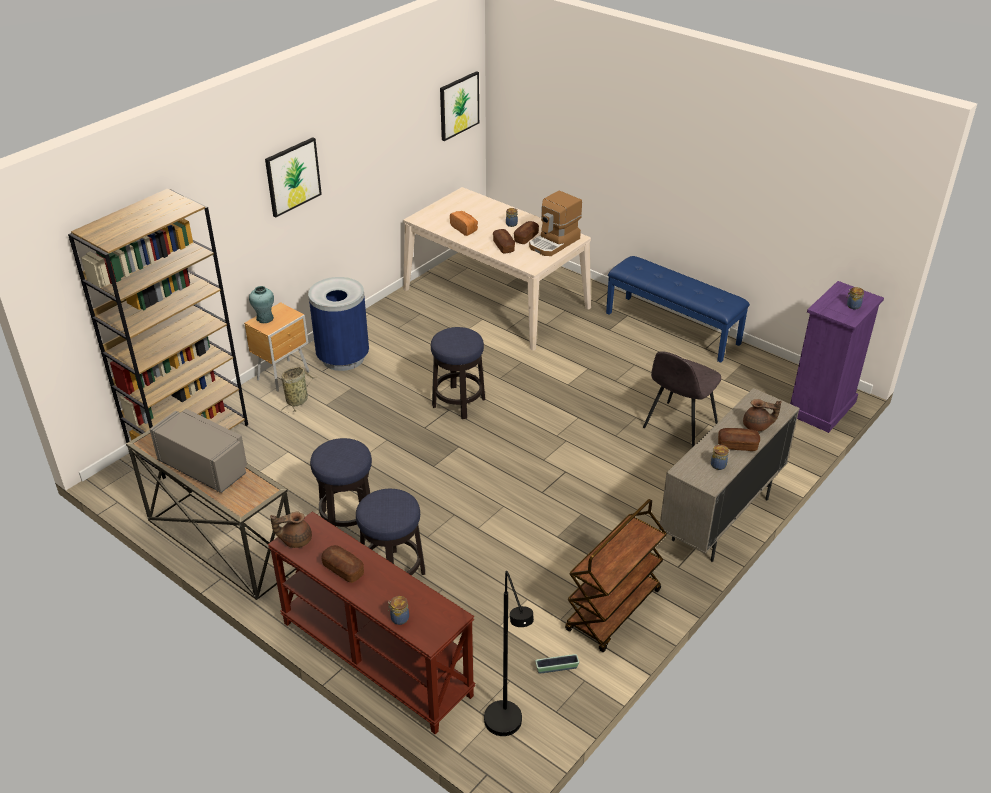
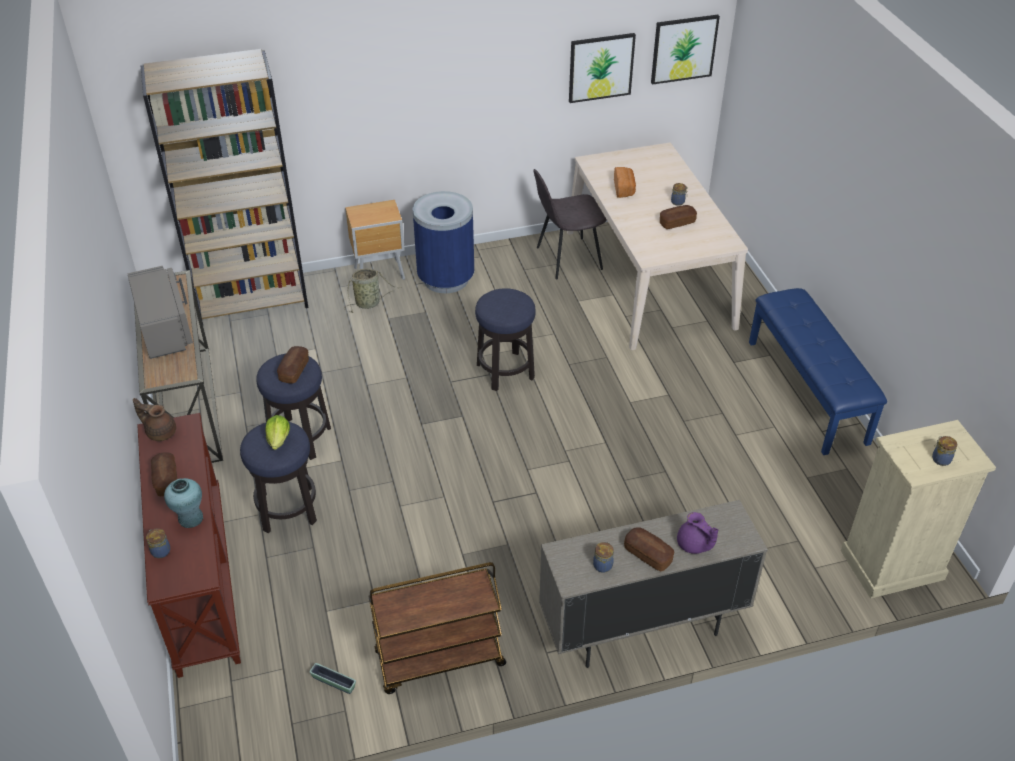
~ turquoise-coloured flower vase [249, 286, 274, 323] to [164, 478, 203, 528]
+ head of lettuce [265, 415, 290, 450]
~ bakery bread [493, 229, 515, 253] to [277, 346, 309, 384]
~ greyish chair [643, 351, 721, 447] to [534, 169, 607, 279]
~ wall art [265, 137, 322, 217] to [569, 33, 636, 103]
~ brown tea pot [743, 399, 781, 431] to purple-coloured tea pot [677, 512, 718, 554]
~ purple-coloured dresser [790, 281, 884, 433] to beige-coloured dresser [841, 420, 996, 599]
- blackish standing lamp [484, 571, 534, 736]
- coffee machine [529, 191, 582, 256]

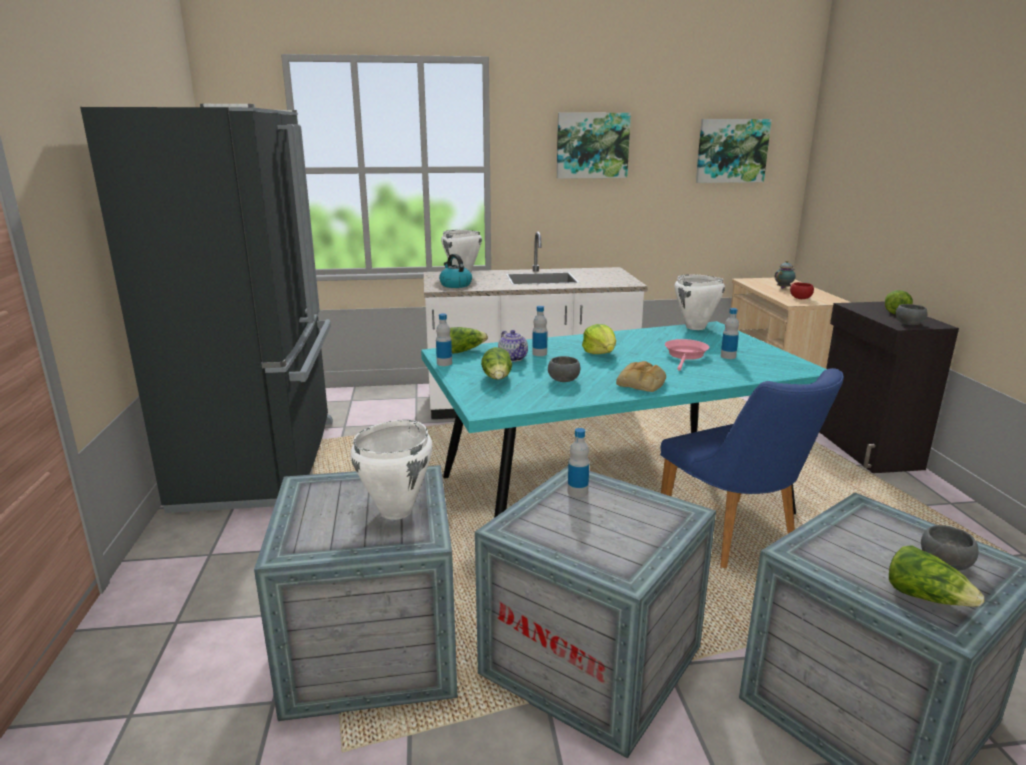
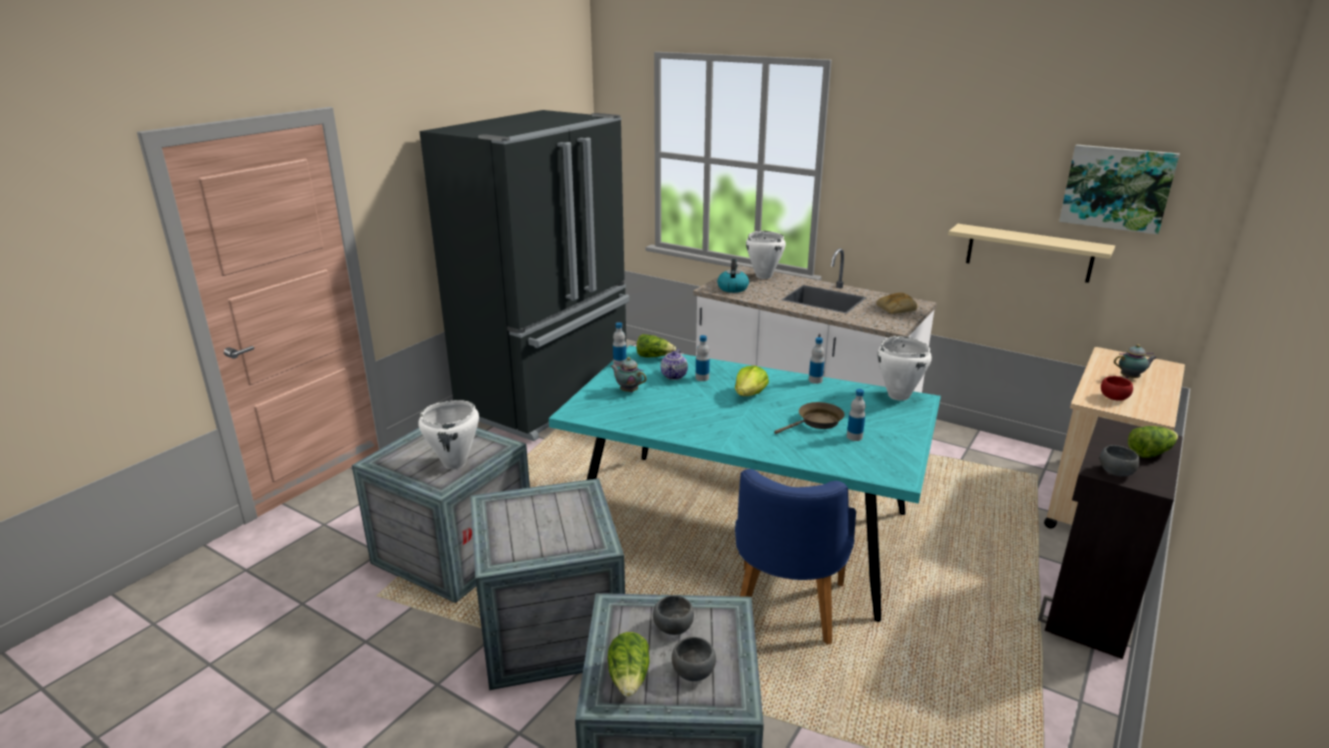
~ head of lettuce [481, 347, 512, 380] to tea pot [611, 357, 647, 392]
~ greyish bowl [548, 356, 580, 382] to [653, 596, 694, 635]
~ pinkish skillet [665, 339, 710, 371] to brown skillet [774, 402, 845, 434]
~ drink bottle [568, 428, 589, 498] to [809, 337, 825, 384]
~ bakery bread [616, 361, 666, 392] to [876, 293, 918, 314]
+ beige-coloured bracket shelf [948, 224, 1115, 283]
- wall art [557, 113, 631, 179]

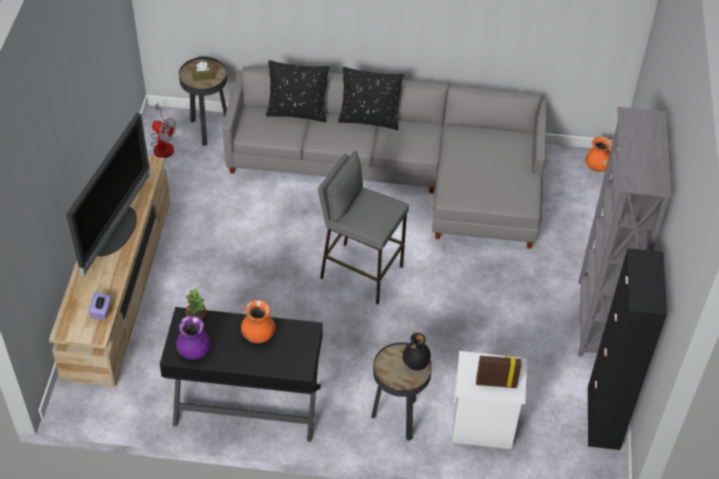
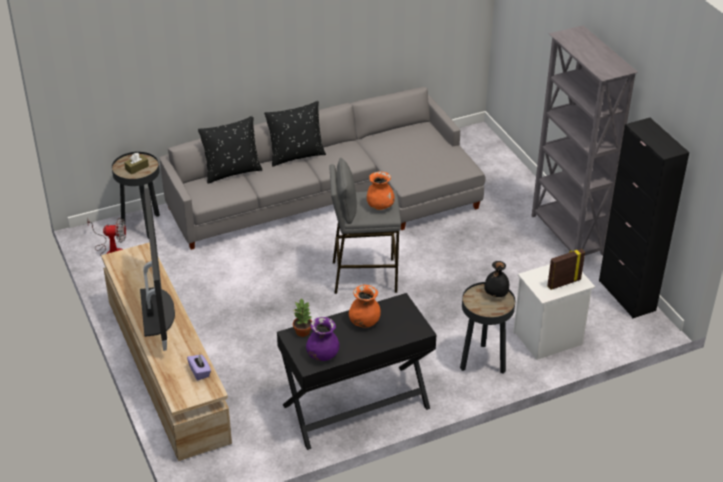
~ orange-coloured flower vase [586, 136, 613, 172] to [367, 171, 395, 210]

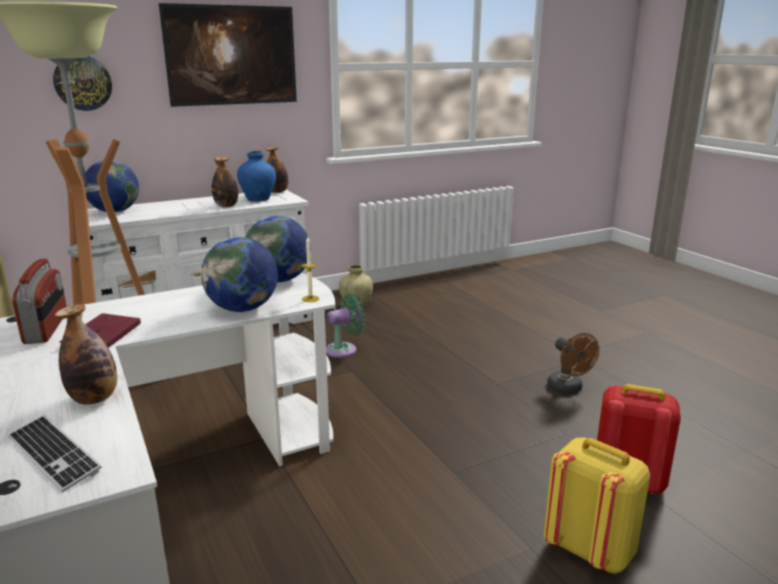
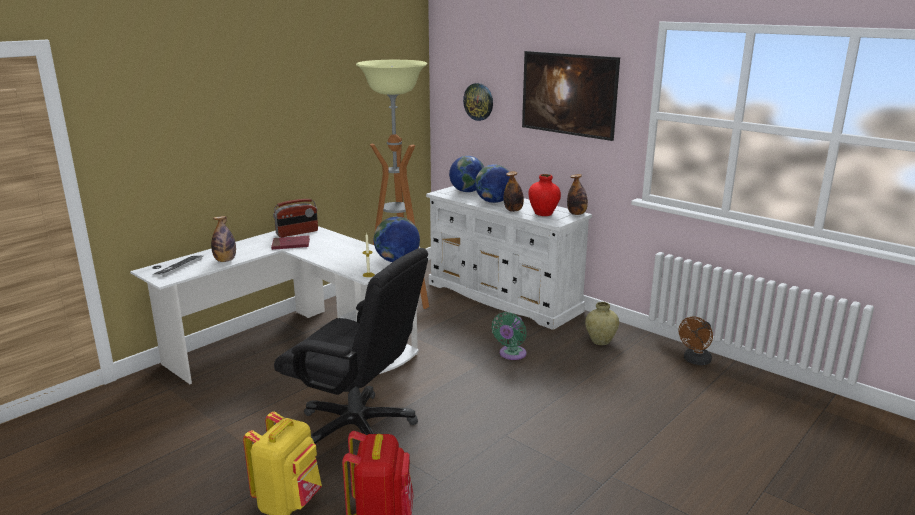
+ blackish desk chair [274, 248, 428, 444]
~ world globe [201, 237, 278, 312] to [475, 164, 510, 203]
~ greenish electric fan [326, 293, 365, 358] = [492, 312, 527, 360] 75 degrees clockwise
~ bluish flower vase [237, 151, 276, 202] to reddish flower vase [528, 174, 561, 216]
~ brown electric fan [547, 333, 600, 394] to [679, 316, 713, 365]

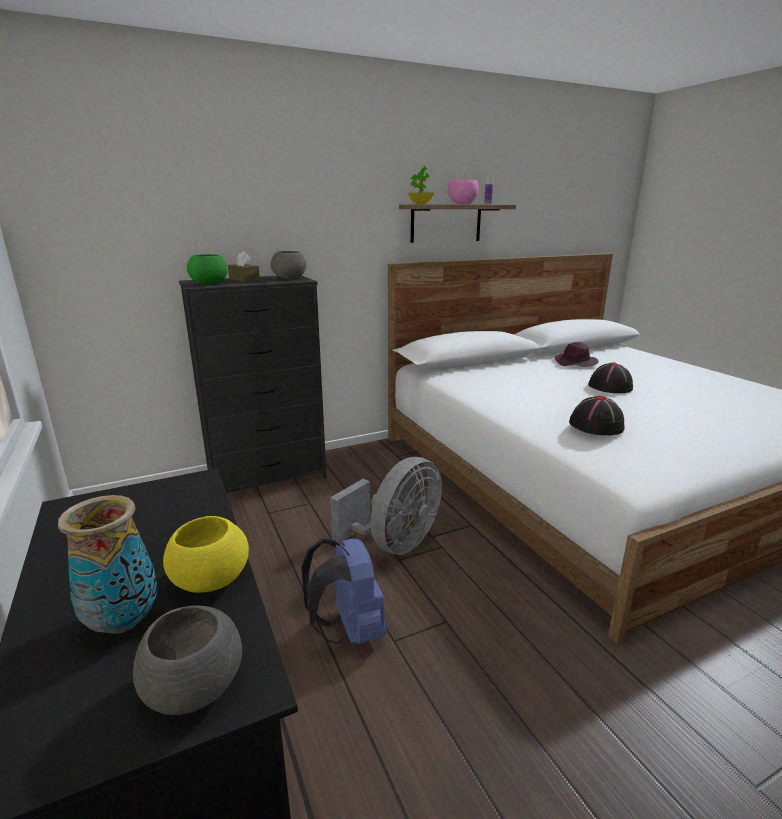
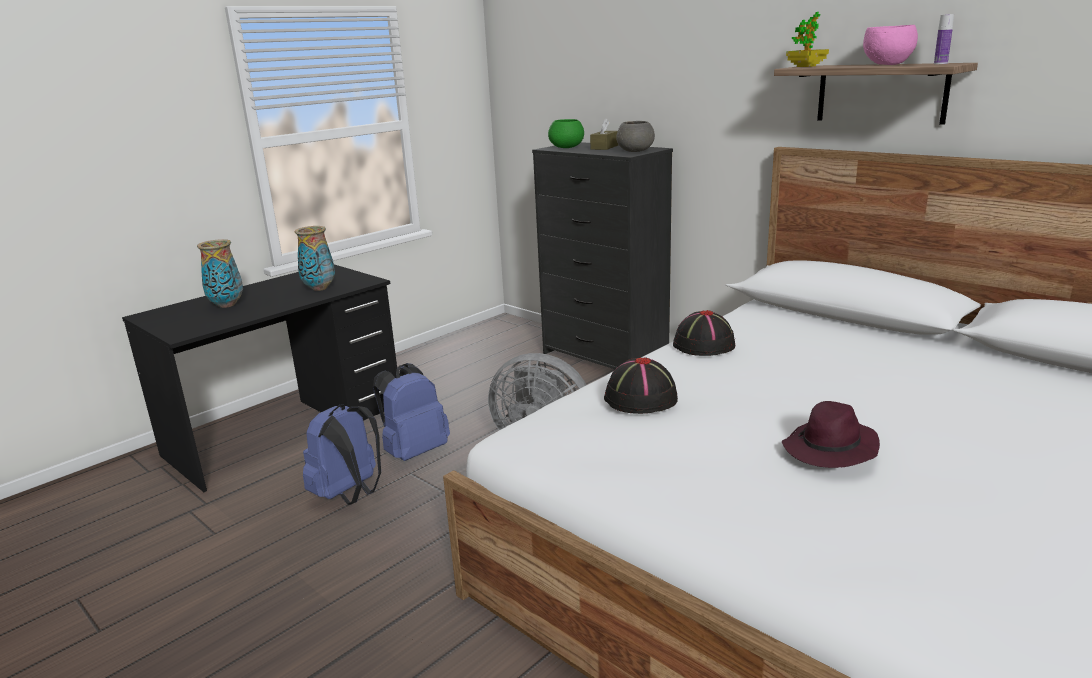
+ flower vase [295, 226, 335, 291]
+ bluish rucksack [303, 405, 381, 505]
~ blackish hat [588, 363, 633, 393] to [673, 310, 735, 356]
~ purple-coloured hat [554, 342, 598, 366] to [782, 401, 880, 468]
- greyish bowl [133, 605, 242, 715]
- yellow bowl [163, 516, 249, 593]

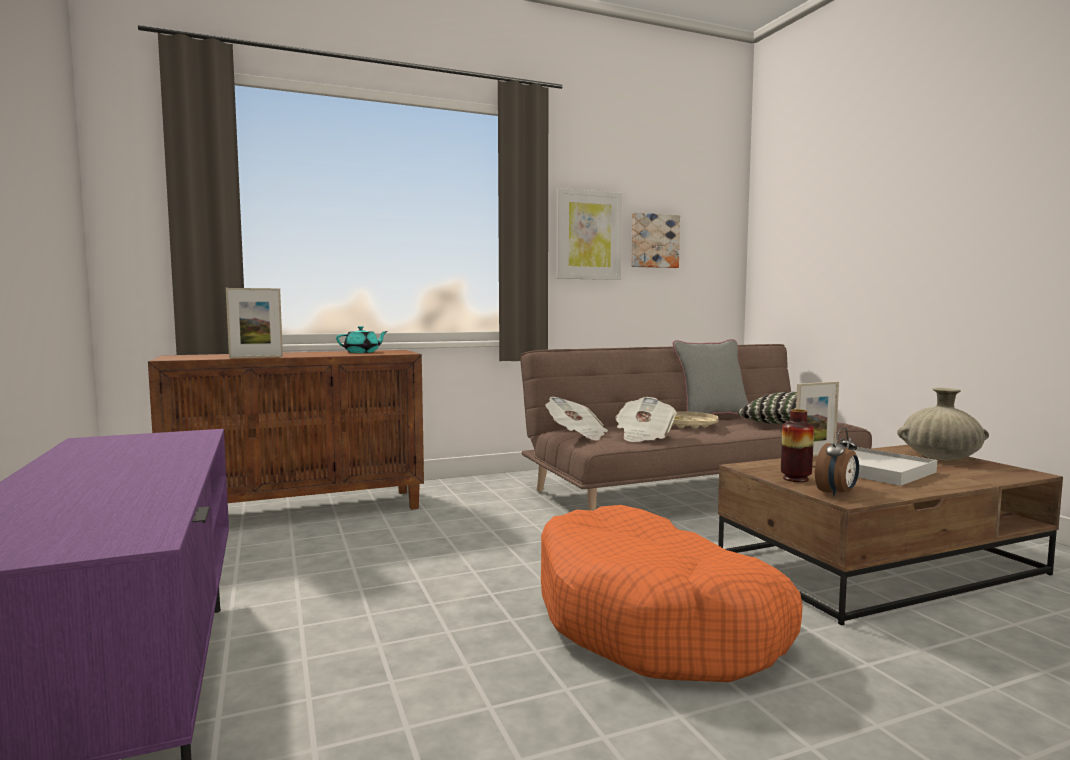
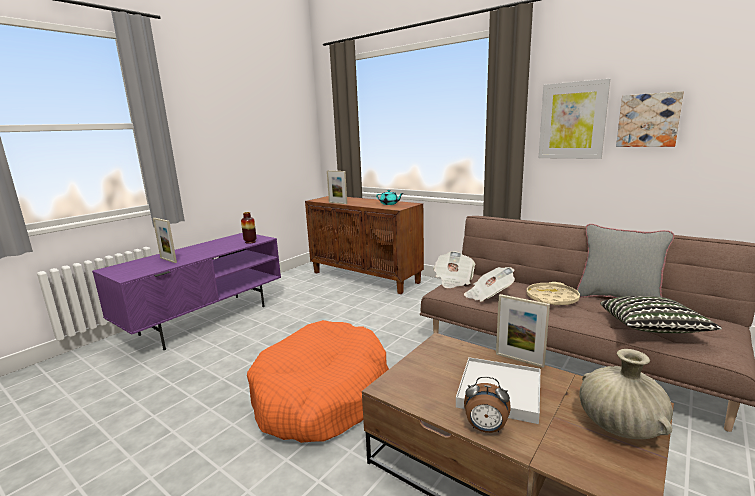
+ photo frame [153, 218, 177, 263]
~ flower vase [781, 409, 814, 482] to [241, 212, 257, 244]
~ alarm clock [815, 428, 859, 497] to [464, 377, 511, 433]

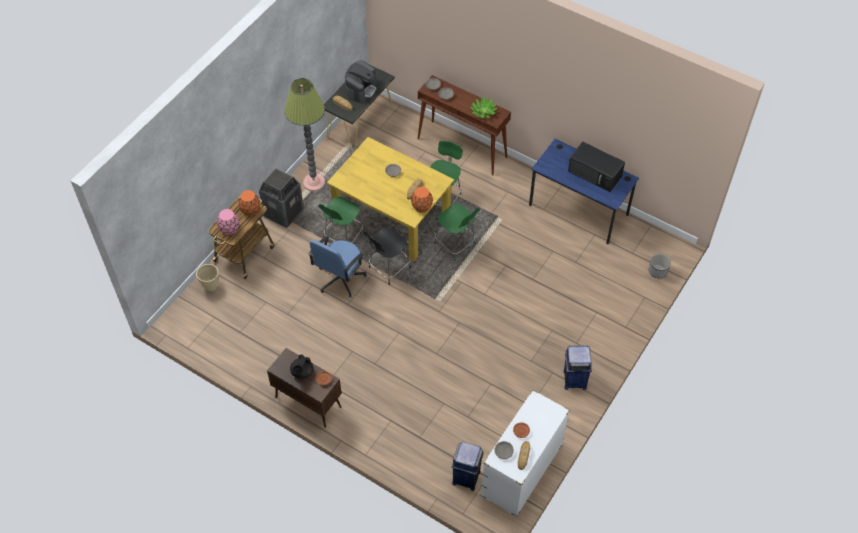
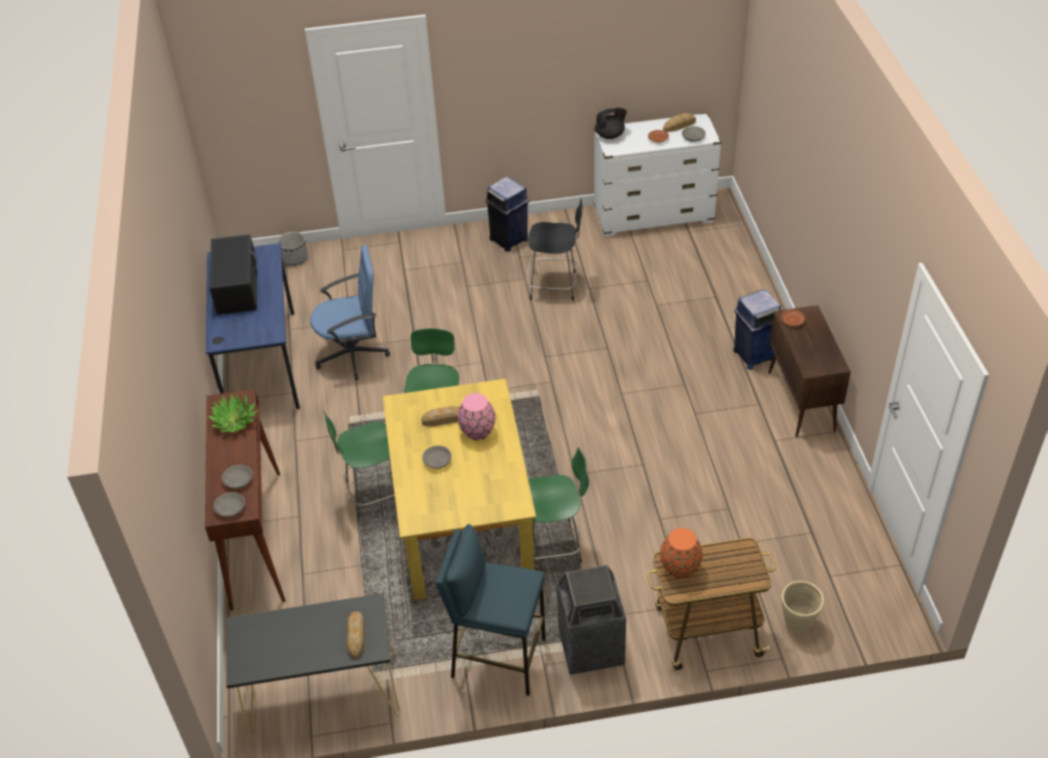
~ bluish desk chair [308, 236, 367, 297] to [310, 245, 390, 380]
~ standing lamp [284, 78, 325, 191] to bluish sitting stool [435, 524, 546, 696]
~ pinkish flower vase [217, 209, 239, 235] to [457, 393, 496, 440]
~ blackish chair [364, 227, 411, 285] to [527, 198, 582, 301]
~ blackish tea pot [290, 354, 313, 379] to [595, 108, 627, 139]
~ bluish rubbish bin [452, 441, 484, 491] to [733, 290, 781, 370]
- coffee machine [345, 60, 377, 103]
- orange-coloured flower vase [411, 187, 433, 213]

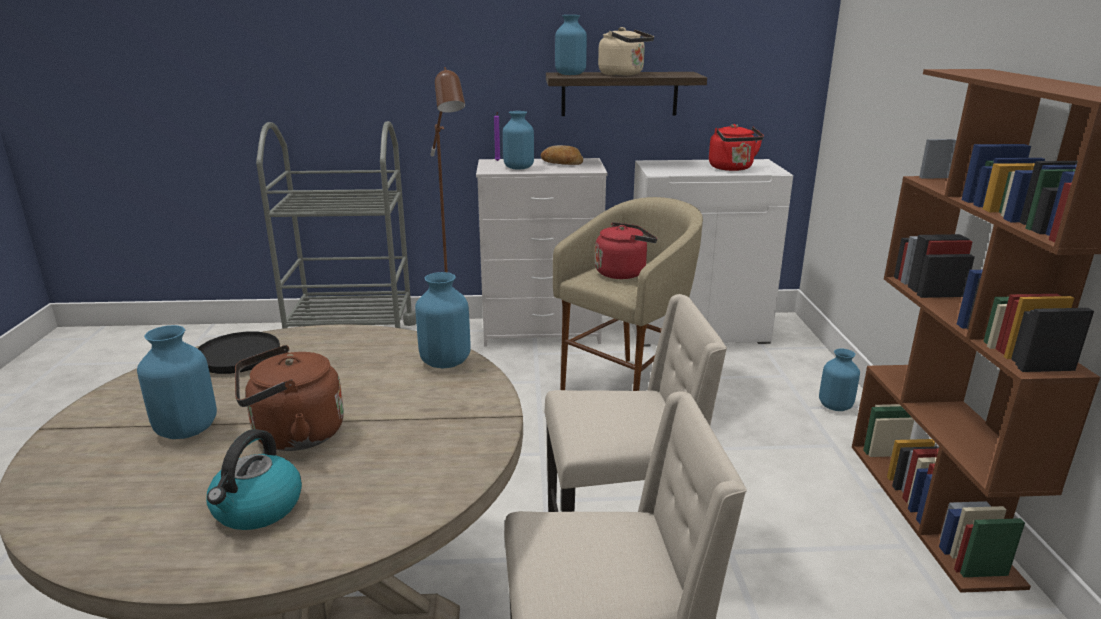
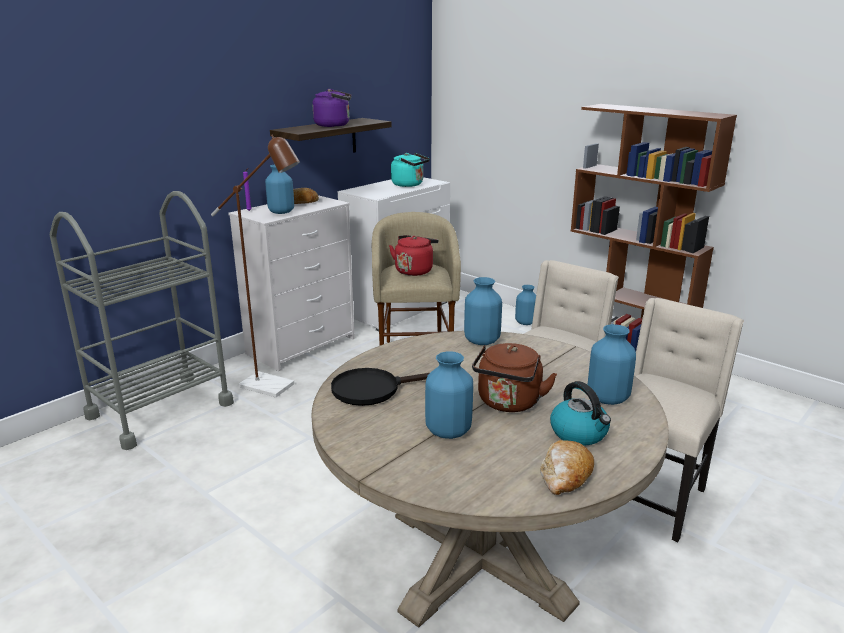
~ beige-coloured tea kettle [598, 27, 654, 76] to purple-coloured tea kettle [312, 89, 352, 127]
~ reddish tea kettle [709, 124, 764, 171] to turquoise-coloured tea kettle [391, 153, 430, 187]
+ bakery bread [540, 440, 594, 495]
~ bluish flower vase [555, 15, 587, 75] to [588, 324, 636, 405]

